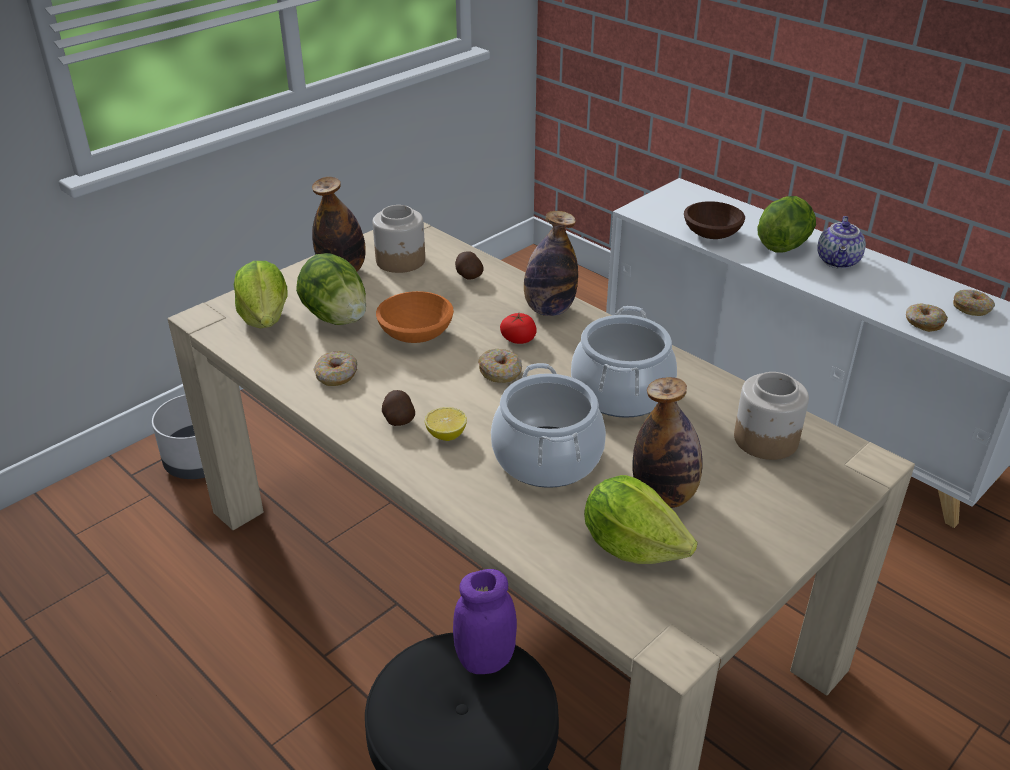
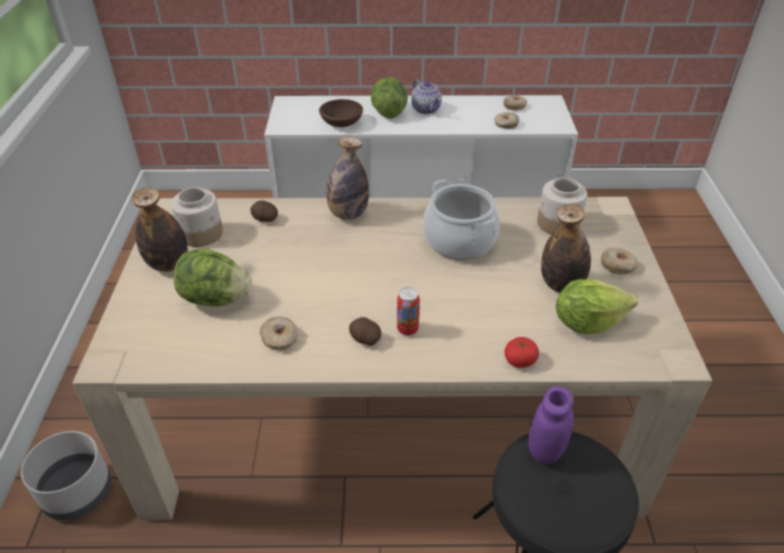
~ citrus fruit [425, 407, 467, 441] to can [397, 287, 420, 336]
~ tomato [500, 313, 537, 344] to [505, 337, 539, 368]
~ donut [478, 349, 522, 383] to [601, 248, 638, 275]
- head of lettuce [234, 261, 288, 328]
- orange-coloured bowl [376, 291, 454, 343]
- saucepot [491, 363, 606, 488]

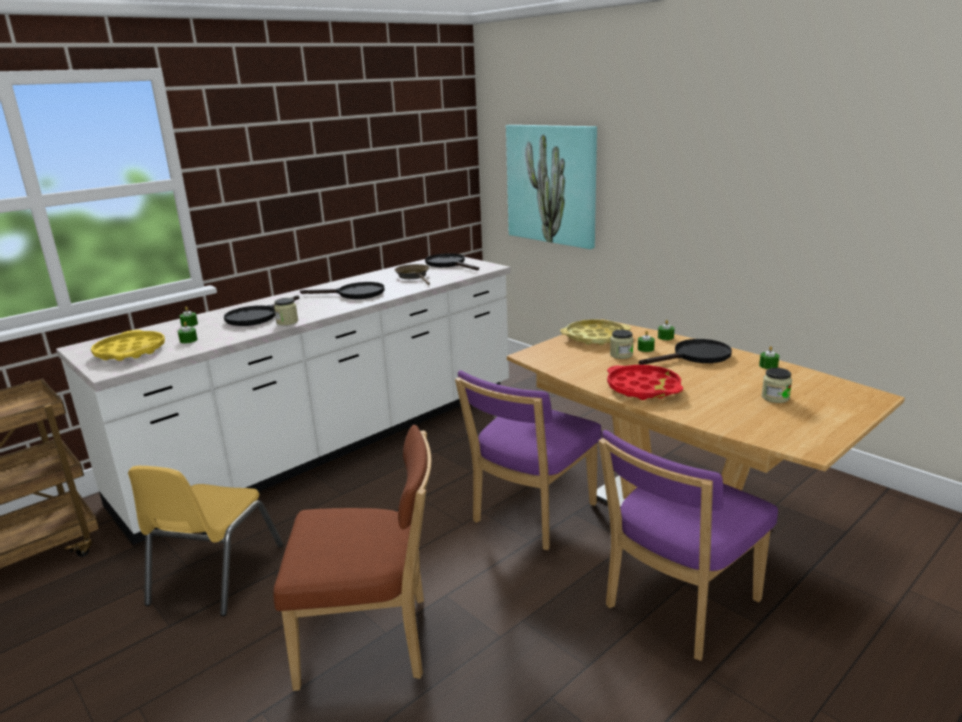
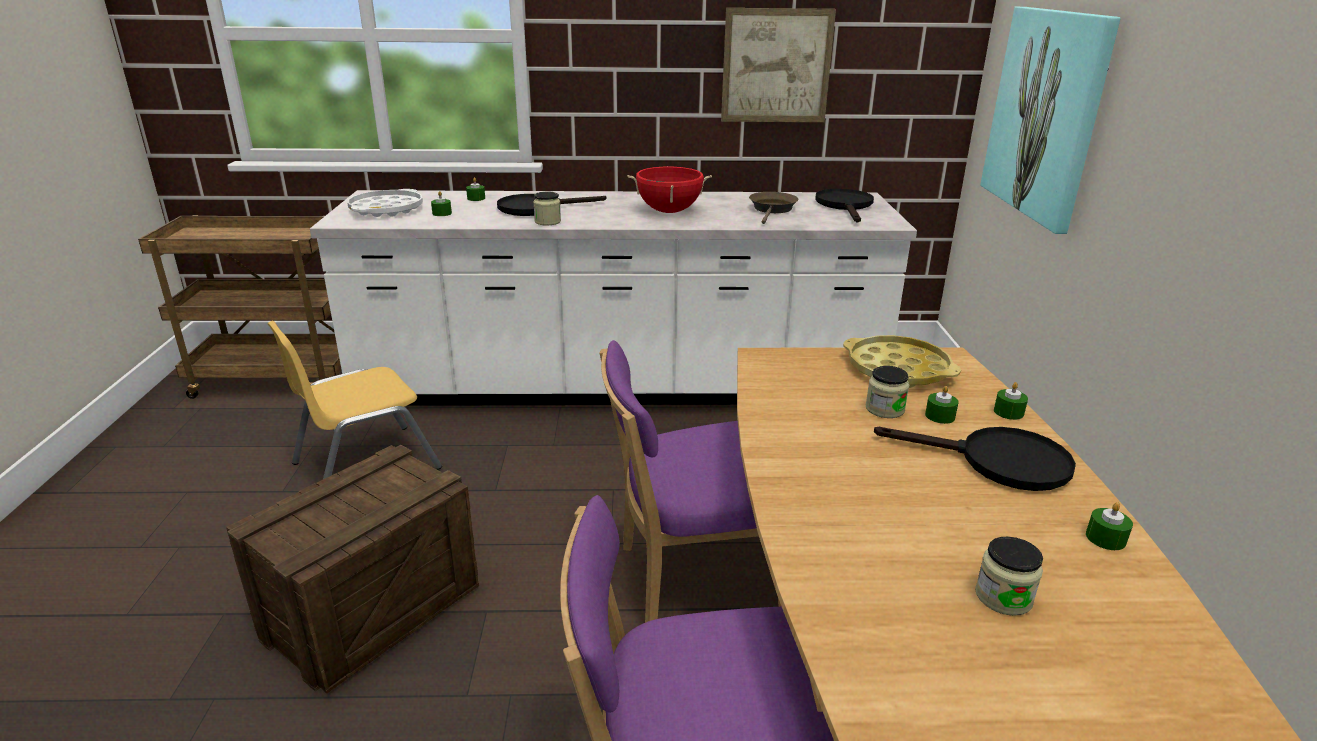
~ brown chair [273, 425, 431, 691] to packing crate [226, 445, 479, 693]
~ yellow carrying tray [91, 330, 165, 361] to white-coloured carrying tray [347, 189, 423, 217]
~ blackish skillet [300, 282, 384, 299] to reddish saucepot [627, 166, 712, 213]
+ wall art [721, 8, 836, 122]
- reddish carrying tray [607, 365, 683, 400]

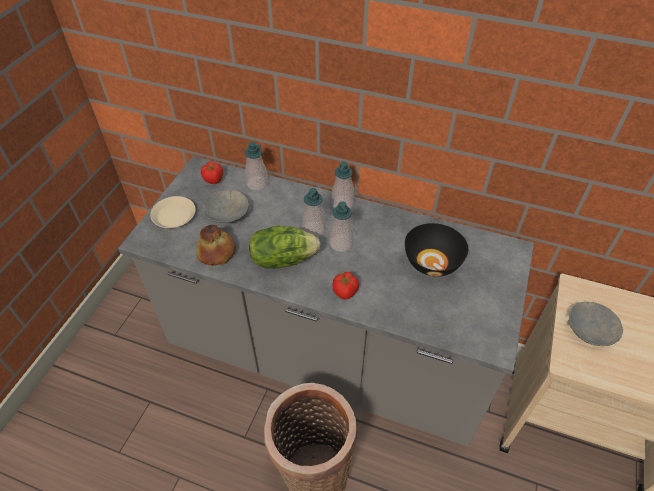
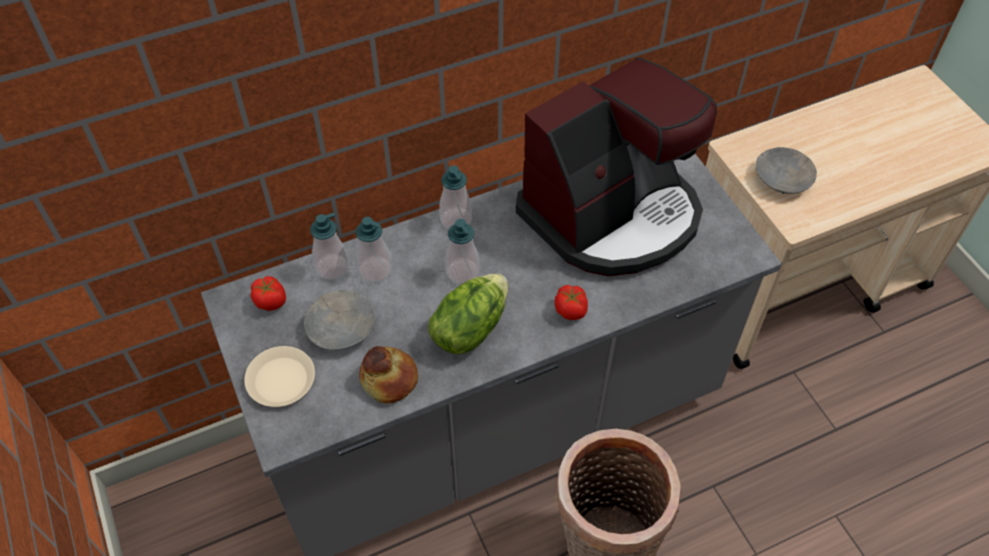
~ liquid soap bottle [329, 201, 354, 252] to [356, 217, 392, 282]
~ blackish bowl [405, 223, 468, 277] to coffee machine [516, 58, 717, 276]

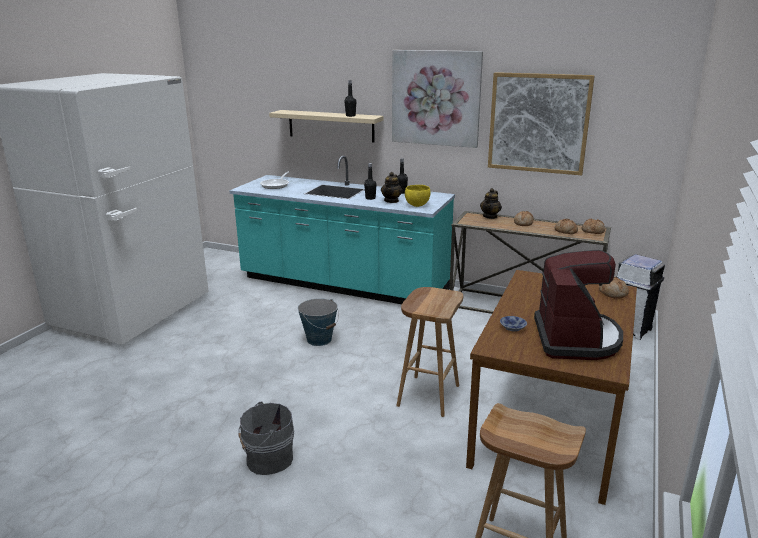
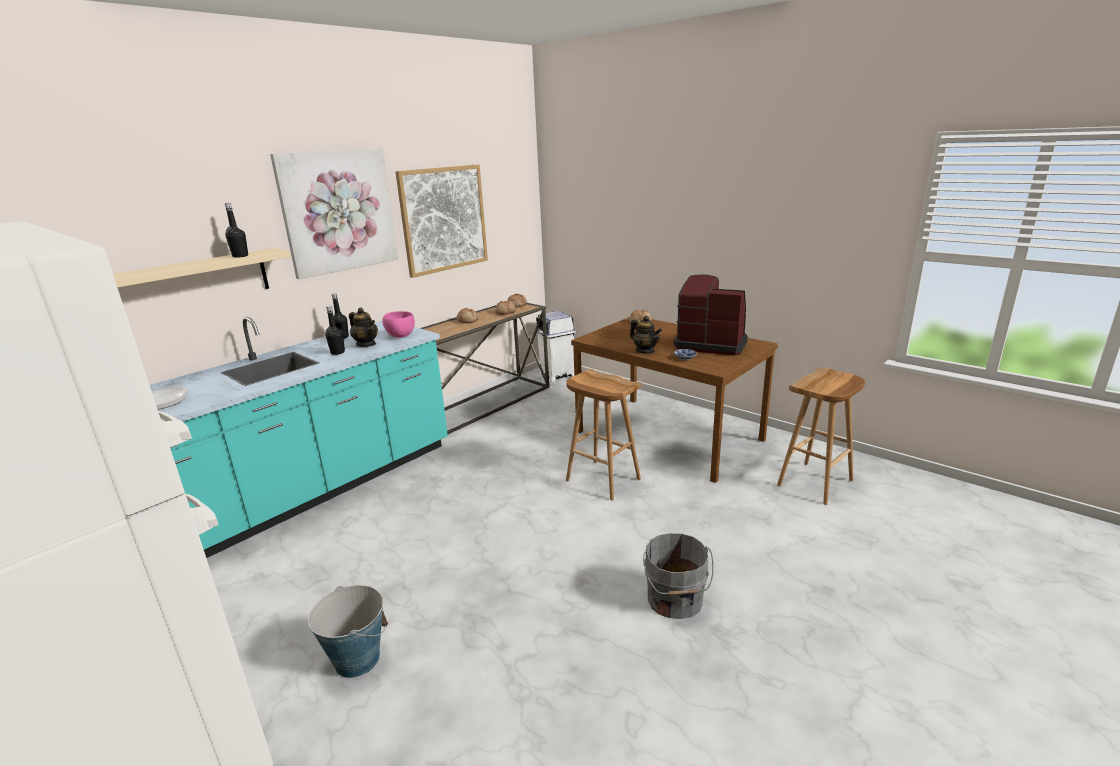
~ water bucket [298, 298, 339, 346] to [308, 585, 388, 678]
~ yellow bowl [405, 185, 431, 207] to pinkish bowl [382, 311, 415, 338]
~ tea pot [480, 188, 502, 219] to [630, 316, 662, 354]

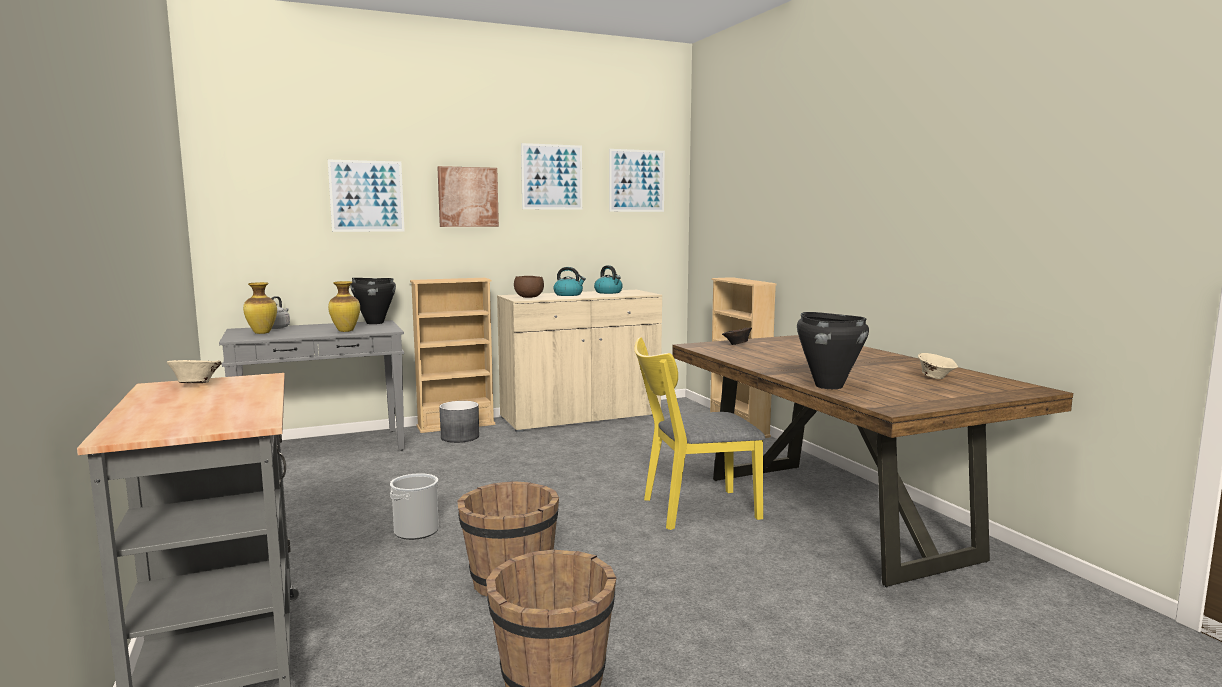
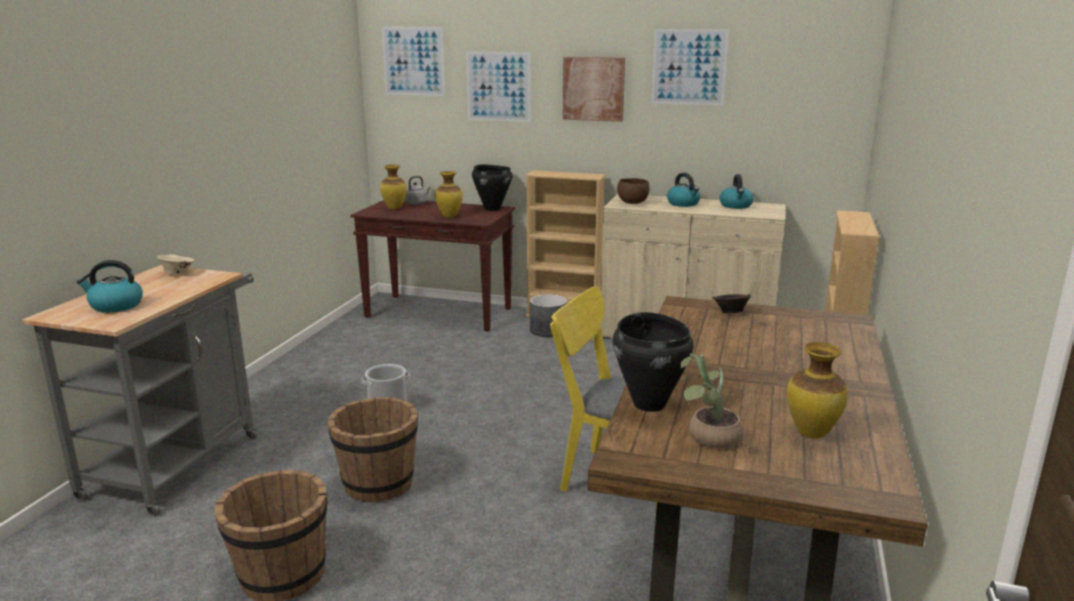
+ tea kettle [77, 260, 143, 313]
~ greyish console table [219, 320, 404, 451] to brown console table [350, 200, 515, 332]
~ wall art [609, 149, 665, 212] to [382, 27, 445, 96]
+ plant in a pot [681, 353, 743, 449]
~ beige-coloured bowl [918, 353, 958, 379] to flower vase [787, 342, 848, 439]

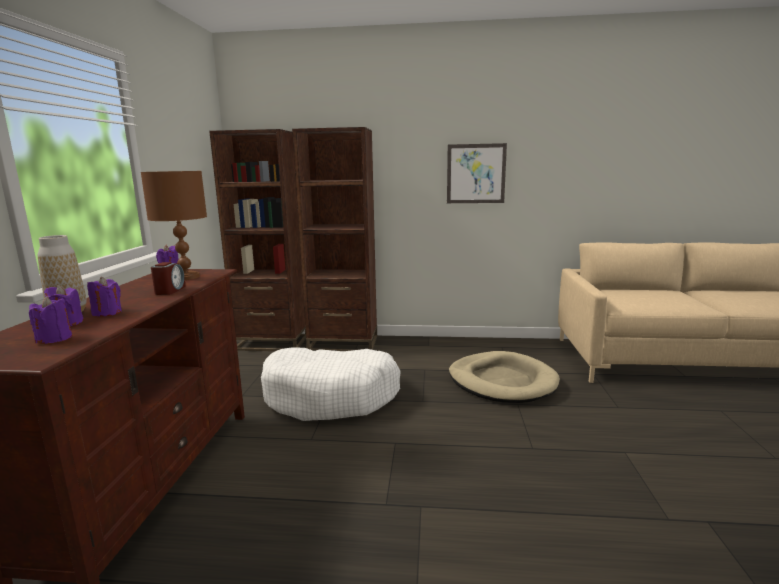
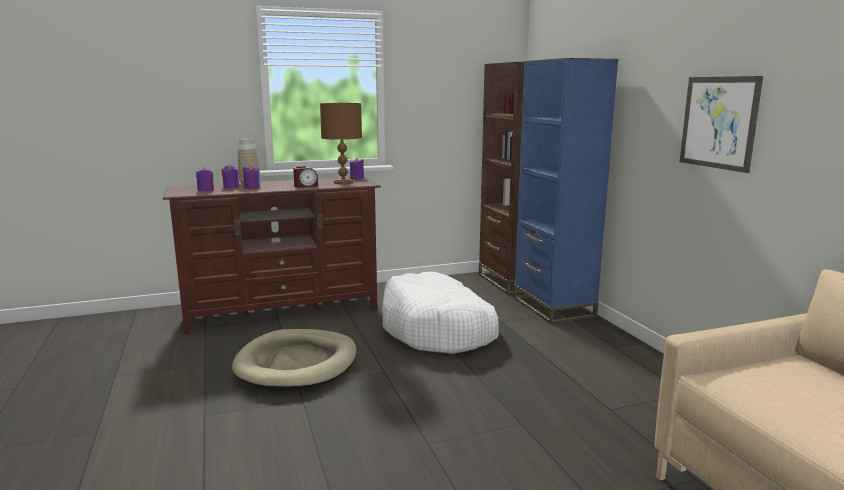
~ beige-coloured pet bed [449, 351, 560, 403] to [232, 329, 357, 391]
~ brown bookshelf [292, 127, 377, 351] to bluish bookshelf [514, 58, 619, 324]

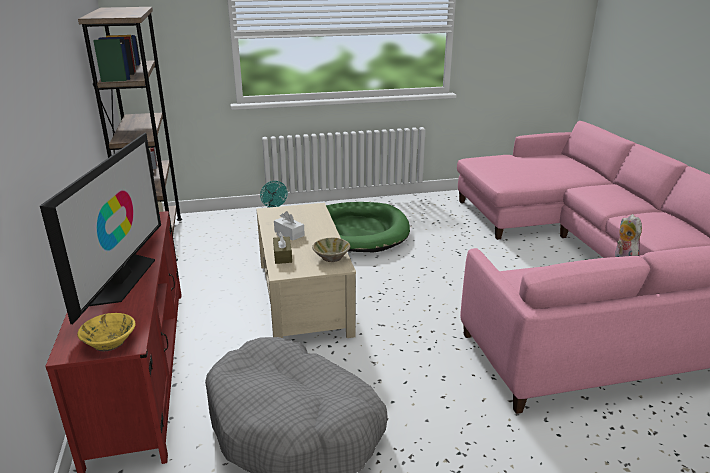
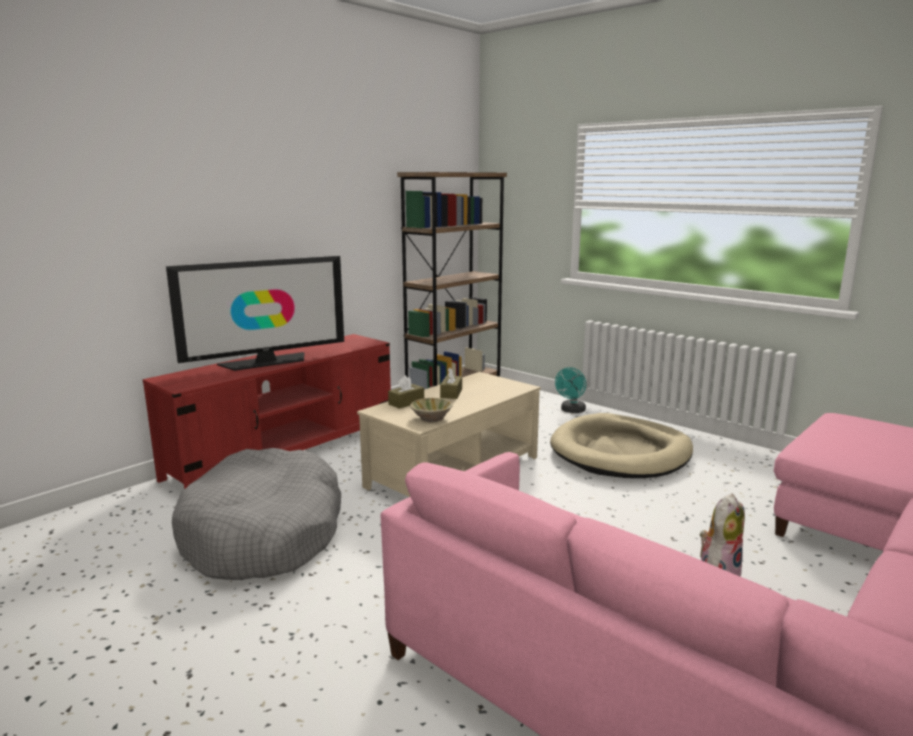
~ white-coloured tissue box [274, 211, 305, 240] to brown tissue box [440, 368, 462, 399]
~ greenish pet bed [326, 202, 410, 252] to beige-coloured pet bed [550, 413, 693, 478]
- yellow bowl [77, 313, 136, 351]

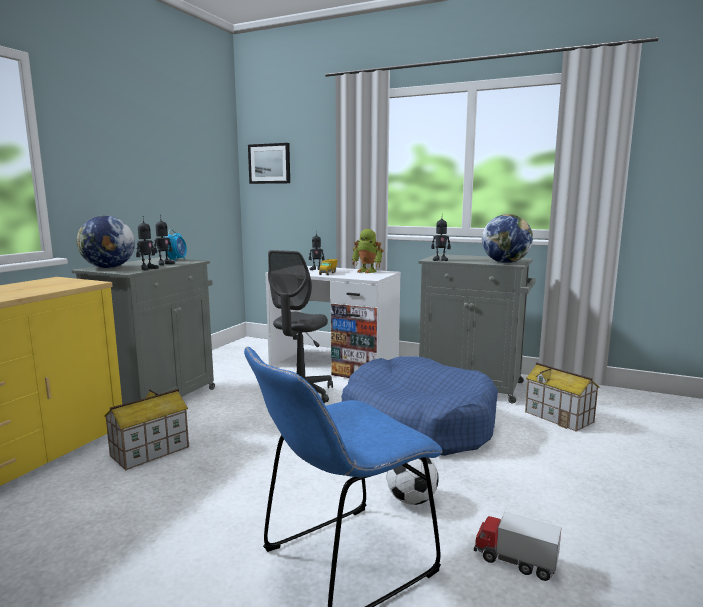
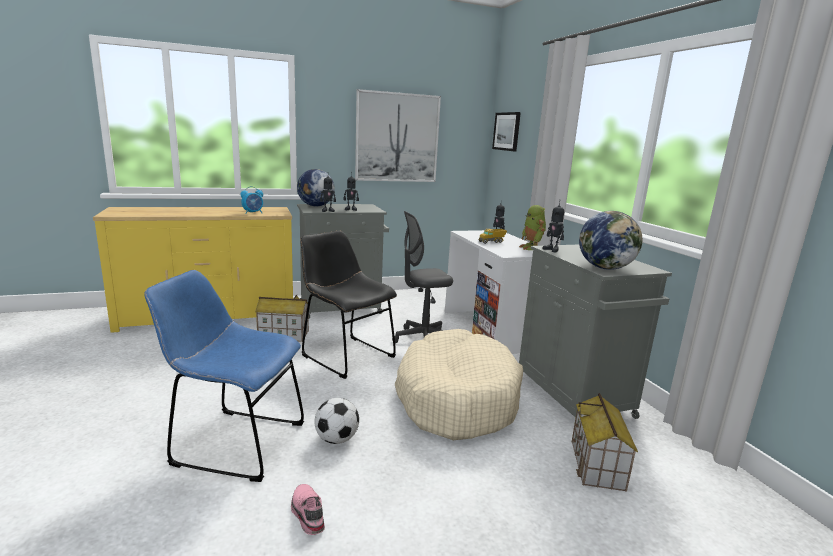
~ alarm clock [165, 229, 187, 262] to [240, 186, 263, 214]
~ toy lorry [474, 512, 561, 581] to pinkish shoe [291, 484, 325, 535]
+ blackish chair [300, 231, 397, 379]
+ wall art [355, 89, 441, 182]
~ bluish pet bed [342, 356, 498, 456] to beige-coloured pet bed [395, 329, 523, 440]

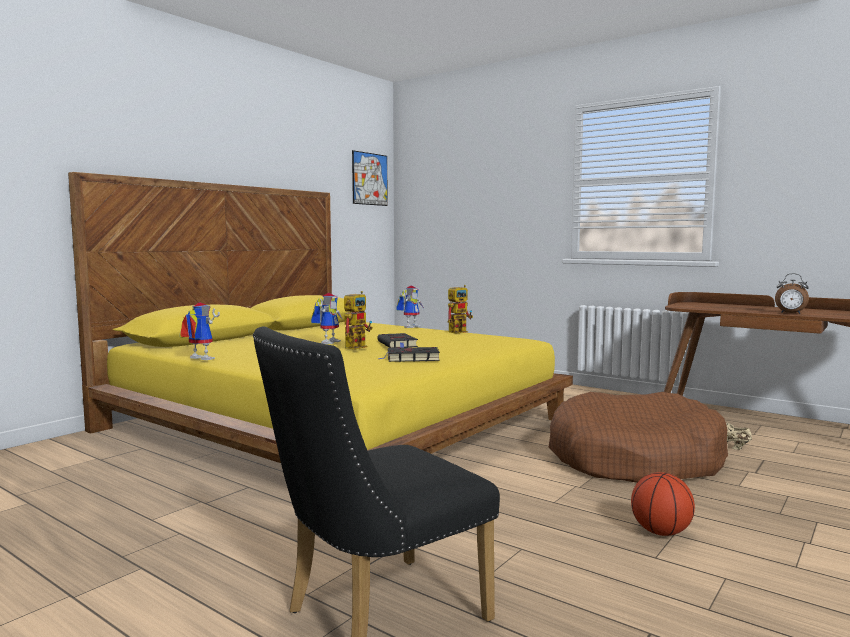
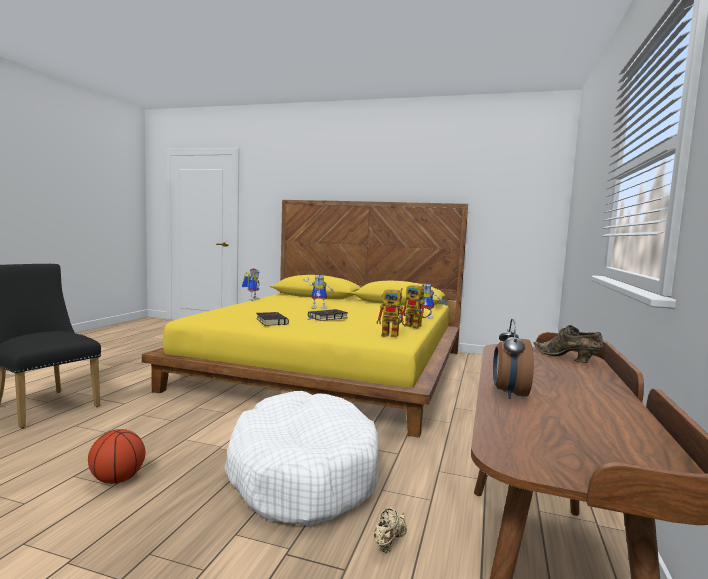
~ brown pet bed [549, 392, 728, 483] to white-coloured pet bed [224, 391, 378, 526]
~ toy robot [344, 291, 373, 350] to [376, 288, 409, 337]
+ brown shoe [534, 325, 603, 363]
- wall art [352, 150, 388, 206]

